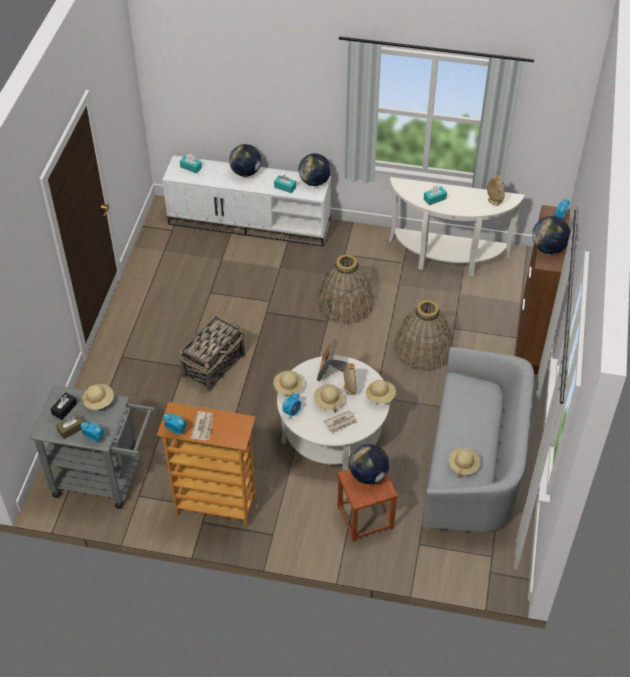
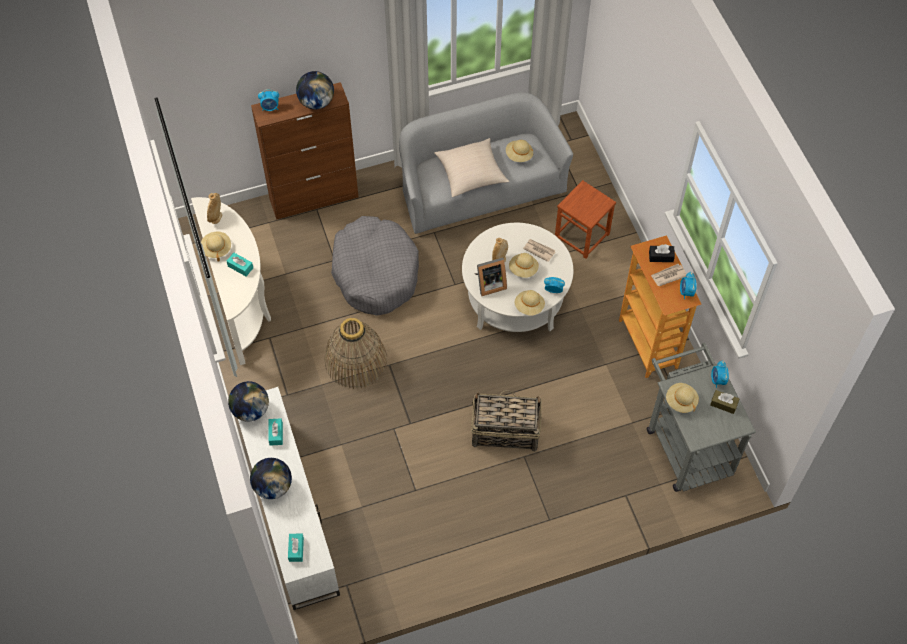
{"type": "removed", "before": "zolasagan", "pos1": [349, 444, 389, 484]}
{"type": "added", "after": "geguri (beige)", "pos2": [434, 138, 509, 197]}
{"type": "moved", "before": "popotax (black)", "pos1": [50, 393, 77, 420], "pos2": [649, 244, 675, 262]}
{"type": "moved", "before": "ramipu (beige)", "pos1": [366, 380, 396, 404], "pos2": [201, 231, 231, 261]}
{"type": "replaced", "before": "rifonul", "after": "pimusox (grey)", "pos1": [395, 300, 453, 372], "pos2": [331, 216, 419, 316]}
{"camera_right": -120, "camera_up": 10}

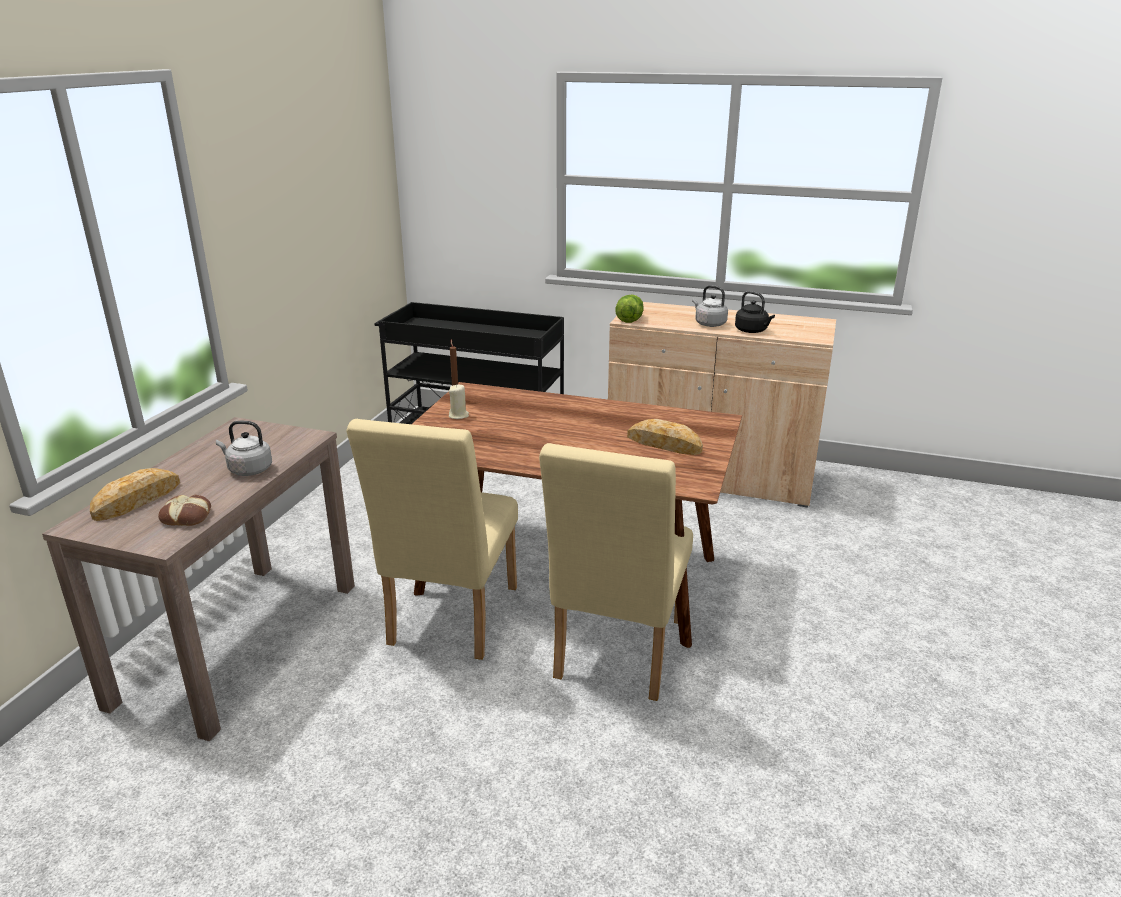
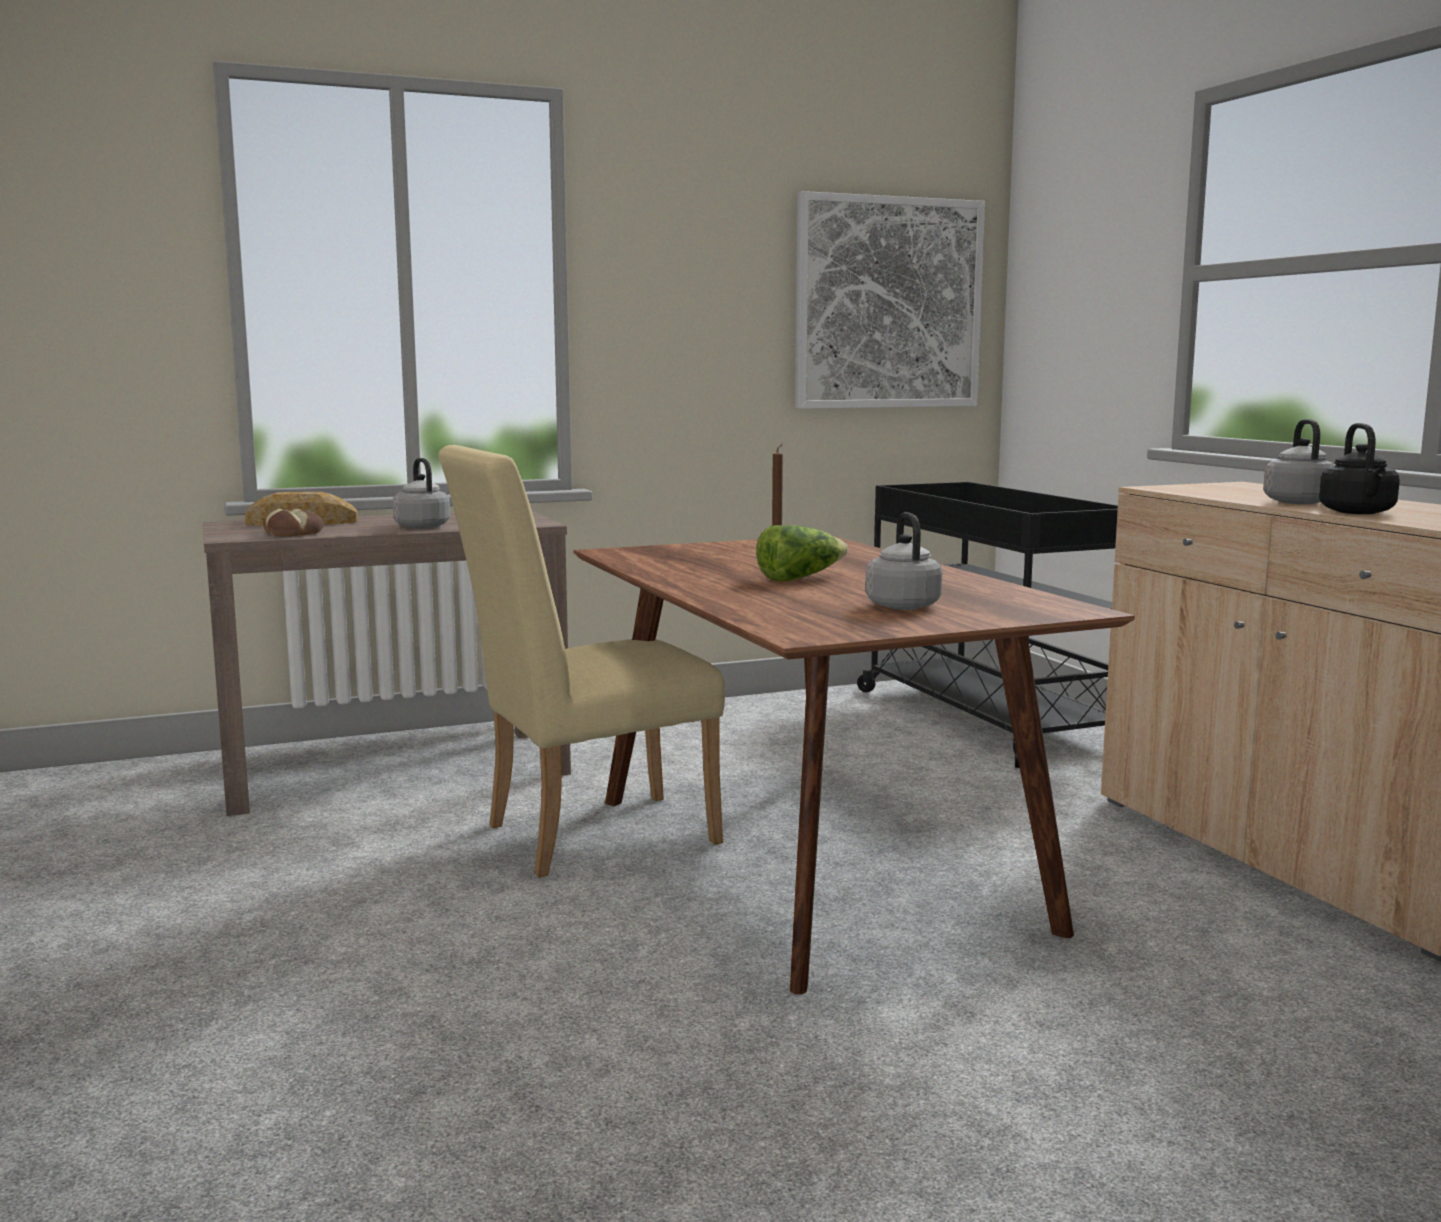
{"type": "removed", "before": "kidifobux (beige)", "pos1": [449, 385, 469, 419]}
{"type": "removed", "before": "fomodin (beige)", "pos1": [539, 443, 693, 701]}
{"type": "added", "after": "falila", "pos2": [795, 191, 985, 409]}
{"type": "moved", "before": "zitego", "pos1": [615, 295, 644, 323], "pos2": [756, 525, 848, 581]}
{"type": "replaced", "before": "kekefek", "after": "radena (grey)", "pos1": [627, 419, 703, 455], "pos2": [865, 512, 942, 610]}
{"camera_right": 50, "camera_up": -15}

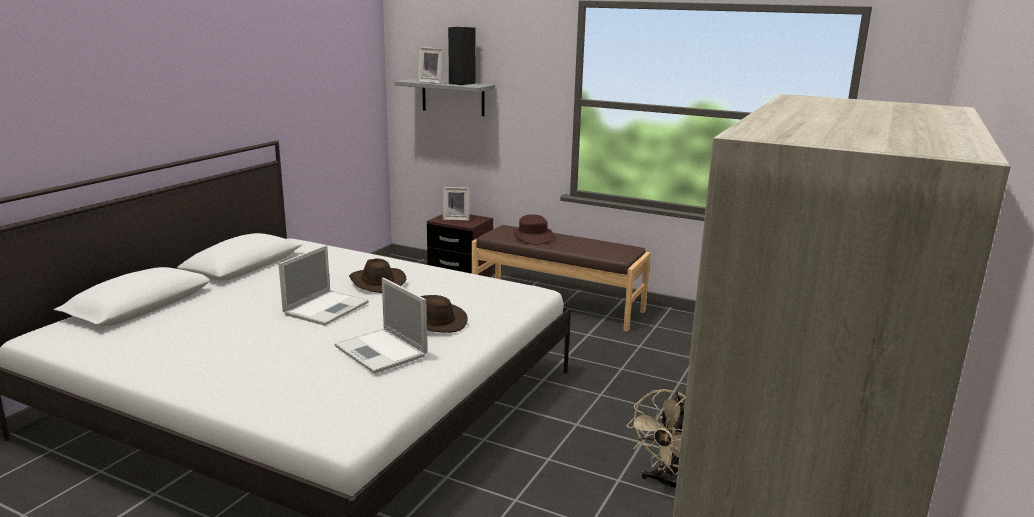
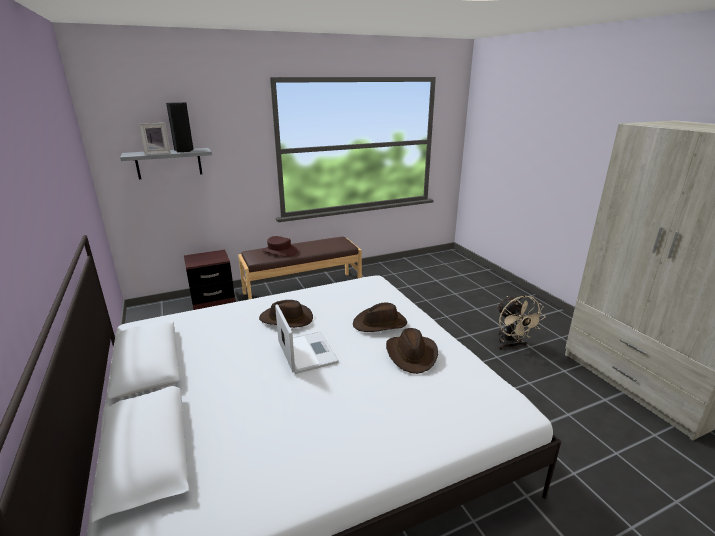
{"type": "removed", "before": "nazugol", "pos1": [443, 187, 470, 221]}
{"type": "replaced", "before": "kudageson", "after": "ramipu (brown)", "pos1": [335, 278, 427, 374], "pos2": [386, 328, 438, 374]}
{"camera_right": -50, "camera_up": 5}

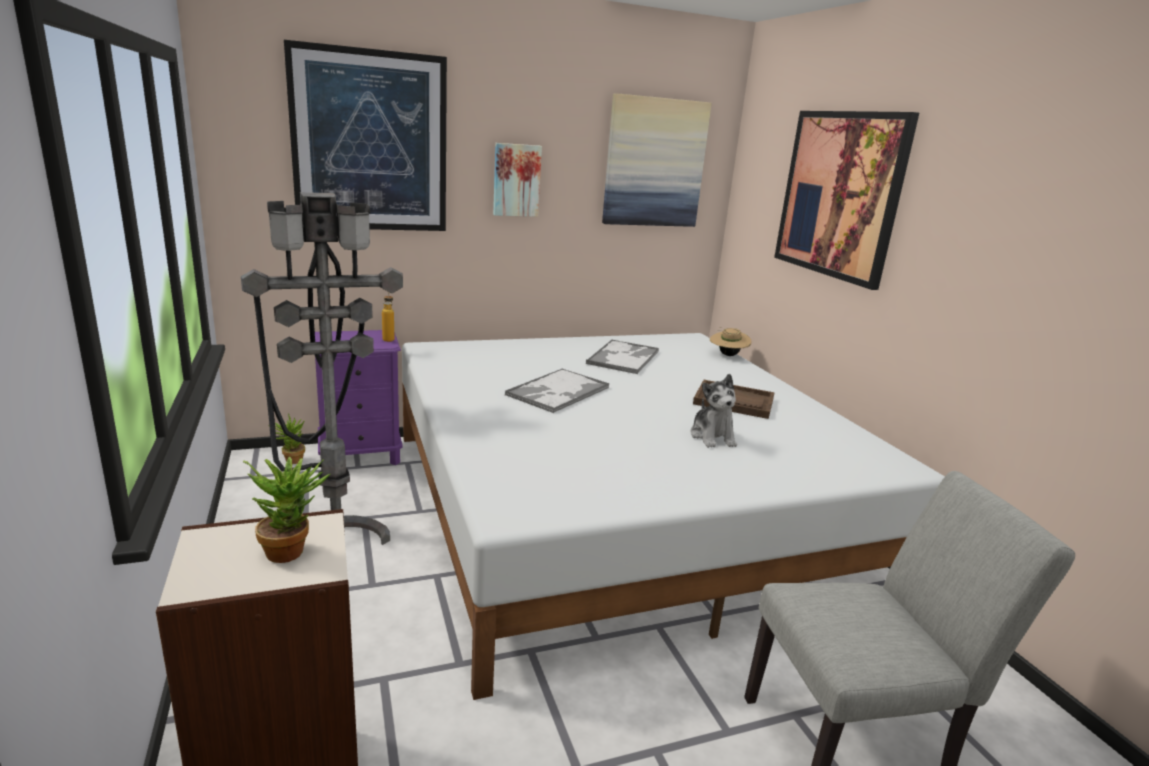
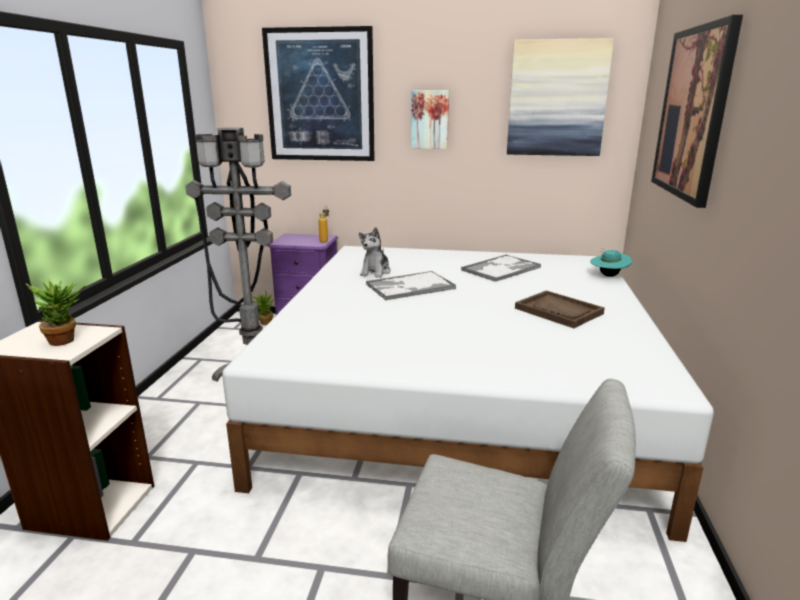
{"type": "moved", "before": "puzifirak", "pos1": [690, 374, 737, 448], "pos2": [359, 227, 391, 278]}
{"type": "recoloured", "before": "ramipu (beige)", "after": "ramipu (turquoise)", "pos1": [710, 327, 752, 356], "pos2": [590, 249, 632, 277]}
{"camera_right": 30, "camera_up": 0}

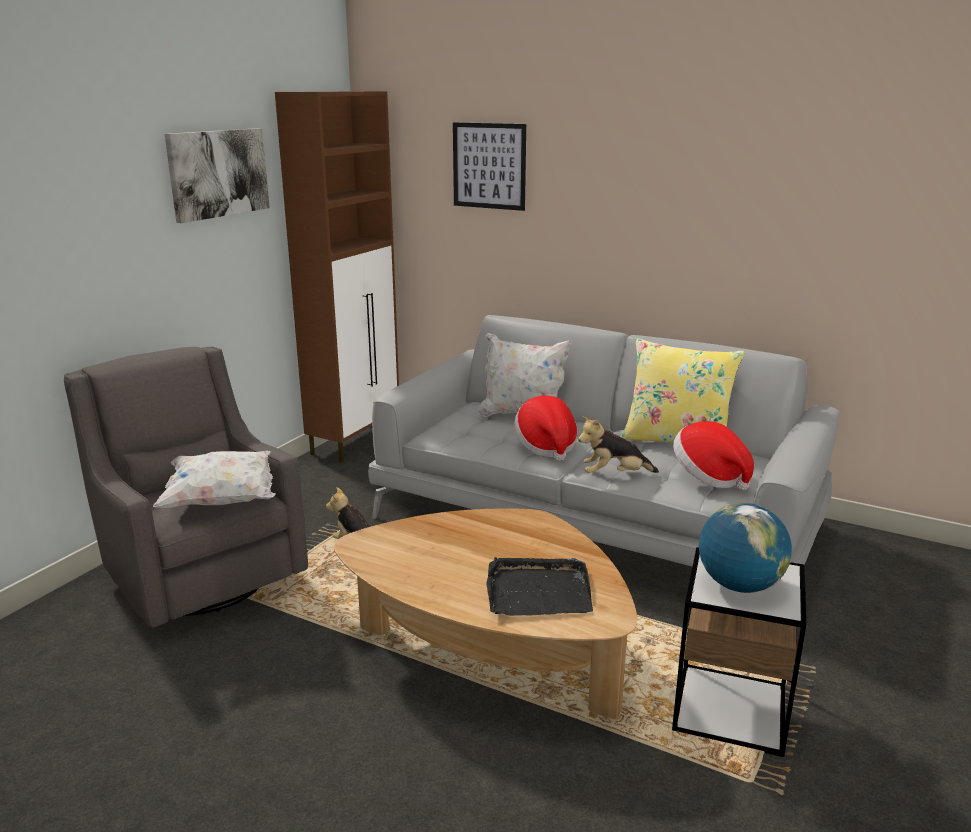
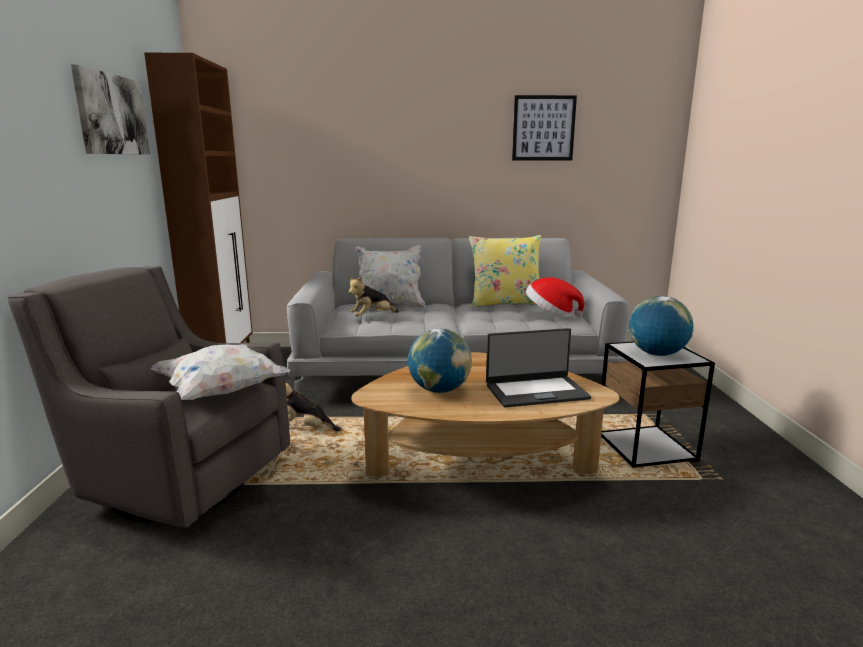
{"type": "removed", "before": "ramipu", "pos1": [514, 396, 578, 461]}
{"type": "added", "after": "zolasagan", "pos2": [408, 329, 472, 393]}
{"type": "moved", "before": "falila", "pos1": [453, 122, 526, 211], "pos2": [512, 95, 577, 161]}
{"type": "moved", "before": "puzifirak", "pos1": [578, 416, 659, 473], "pos2": [348, 276, 399, 316]}
{"type": "replaced", "before": "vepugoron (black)", "after": "kudageson", "pos1": [487, 557, 593, 616], "pos2": [486, 328, 591, 408]}
{"camera_right": -30, "camera_up": -5}

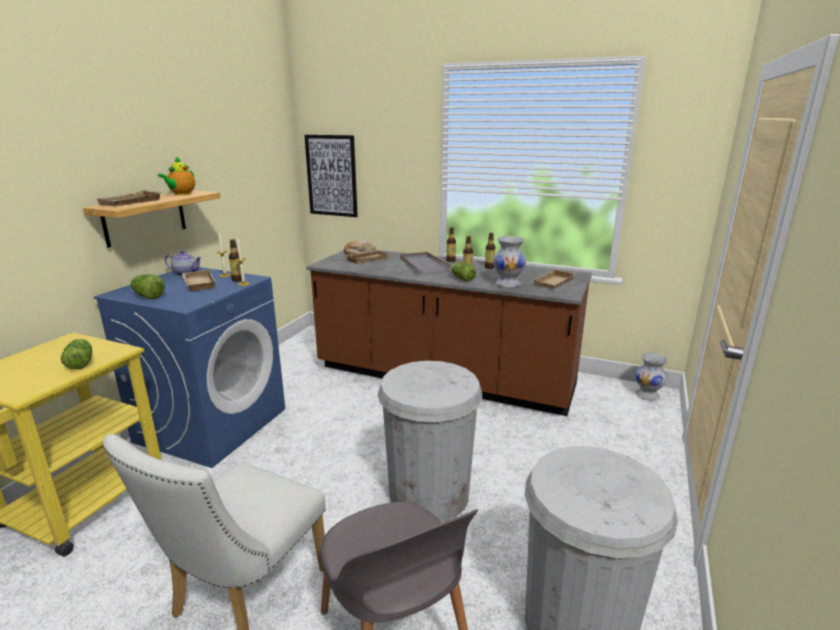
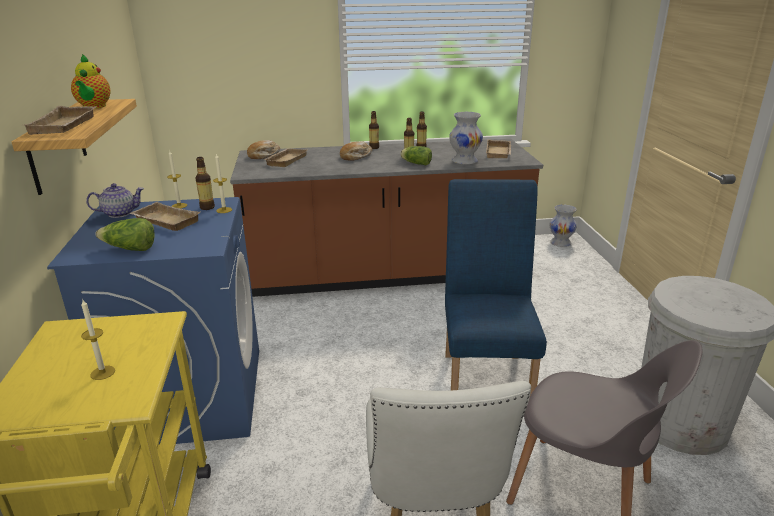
{"type": "removed", "before": "zitego", "pos1": [61, 339, 92, 370]}
{"type": "removed", "before": "falila", "pos1": [304, 135, 358, 217]}
{"type": "added", "after": "kidifobux", "pos2": [81, 300, 115, 380]}
{"type": "replaced", "before": "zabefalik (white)", "after": "fomodin (blue)", "pos1": [378, 361, 482, 522], "pos2": [445, 179, 547, 395]}
{"type": "replaced", "before": "vepugoron (grey)", "after": "kekefek", "pos1": [400, 252, 451, 274], "pos2": [340, 141, 372, 160]}
{"camera_right": -30, "camera_up": 5}

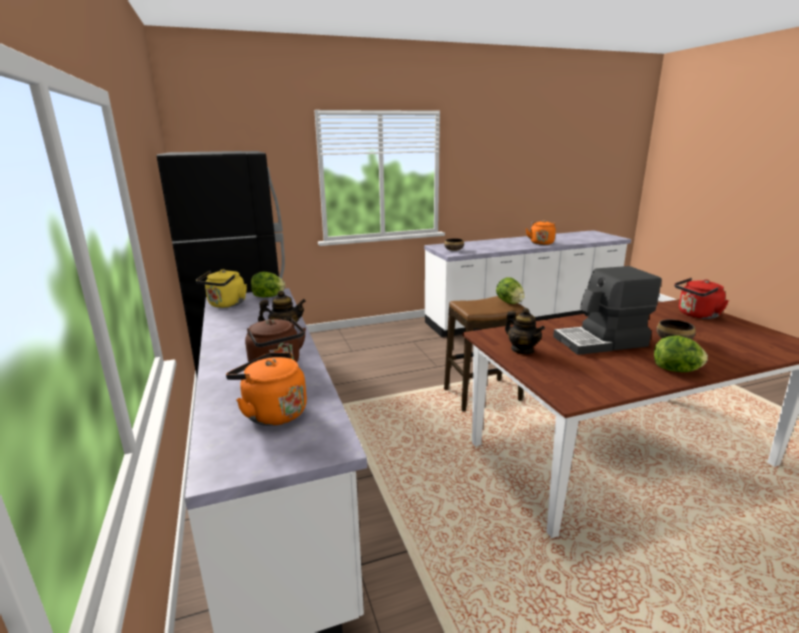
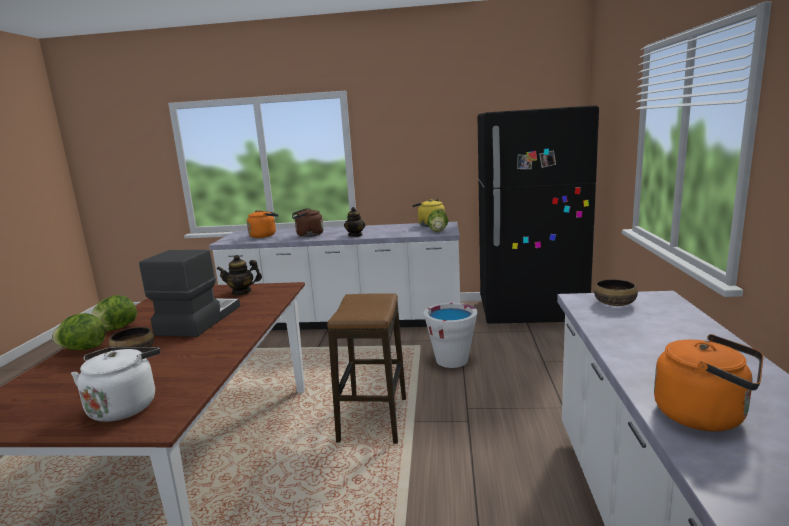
{"type": "added", "after": "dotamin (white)", "pos2": [424, 302, 477, 368]}
{"type": "moved", "before": "zitego", "pos1": [496, 277, 525, 304], "pos2": [52, 313, 105, 350]}
{"type": "recoloured", "before": "radena (red)", "after": "radena (white)", "pos1": [674, 278, 729, 319], "pos2": [71, 347, 160, 422]}
{"camera_right": 115, "camera_up": -5}

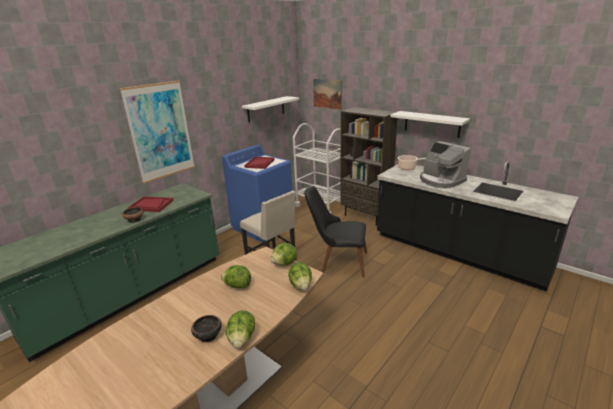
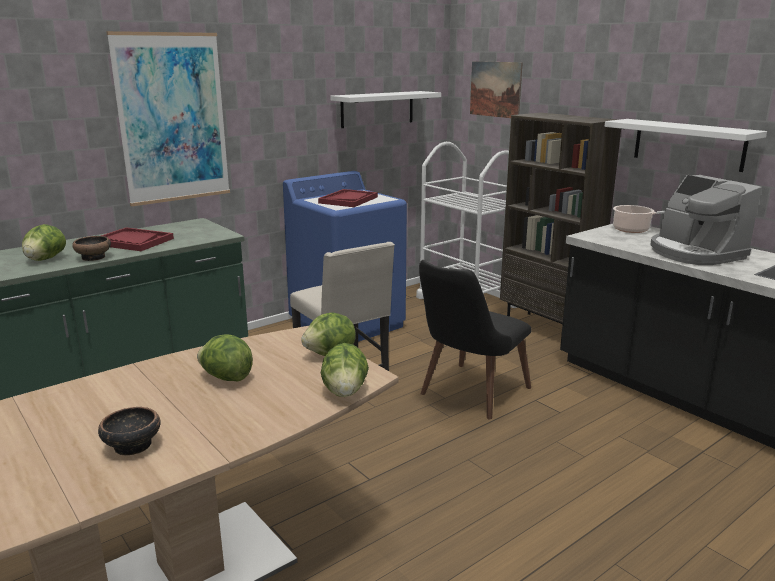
{"type": "moved", "before": "zitego", "pos1": [225, 310, 255, 348], "pos2": [22, 224, 66, 261]}
{"type": "turned", "before": "fomodin (black)", "pos1": [304, 186, 367, 277], "pos2": [419, 260, 532, 419], "turn": -75}
{"camera_right": 10, "camera_up": -5}

